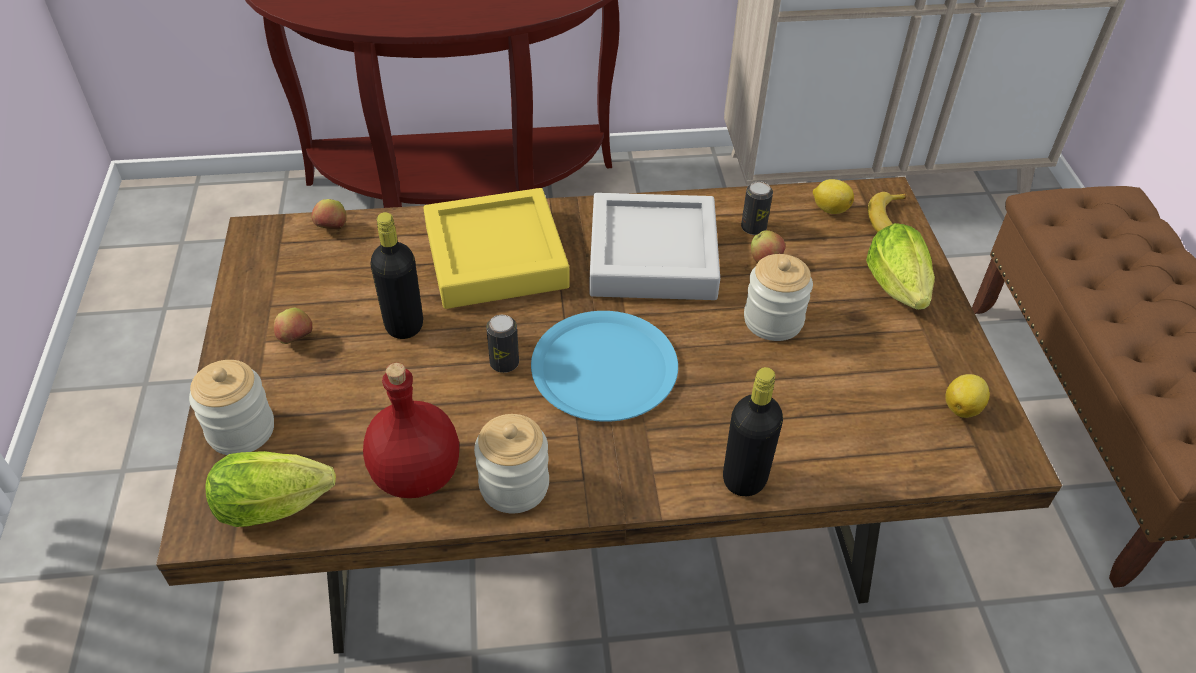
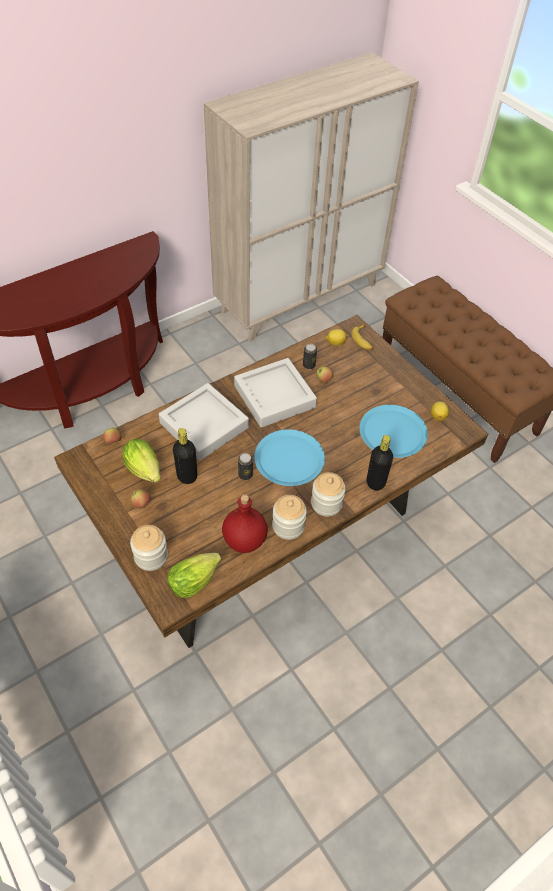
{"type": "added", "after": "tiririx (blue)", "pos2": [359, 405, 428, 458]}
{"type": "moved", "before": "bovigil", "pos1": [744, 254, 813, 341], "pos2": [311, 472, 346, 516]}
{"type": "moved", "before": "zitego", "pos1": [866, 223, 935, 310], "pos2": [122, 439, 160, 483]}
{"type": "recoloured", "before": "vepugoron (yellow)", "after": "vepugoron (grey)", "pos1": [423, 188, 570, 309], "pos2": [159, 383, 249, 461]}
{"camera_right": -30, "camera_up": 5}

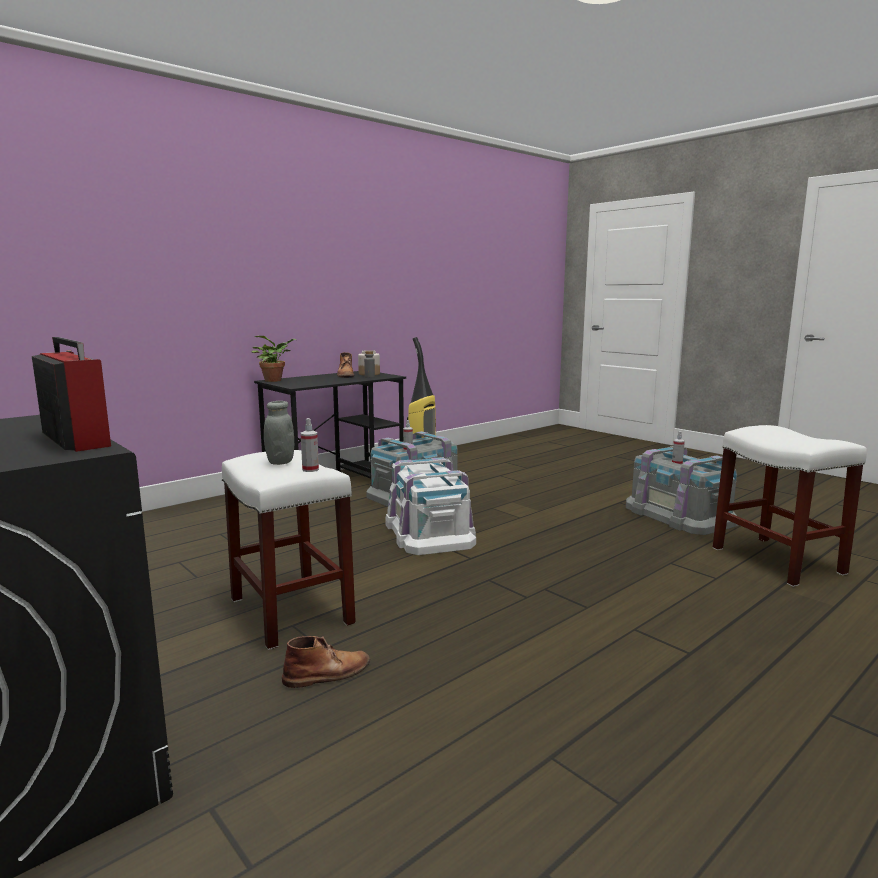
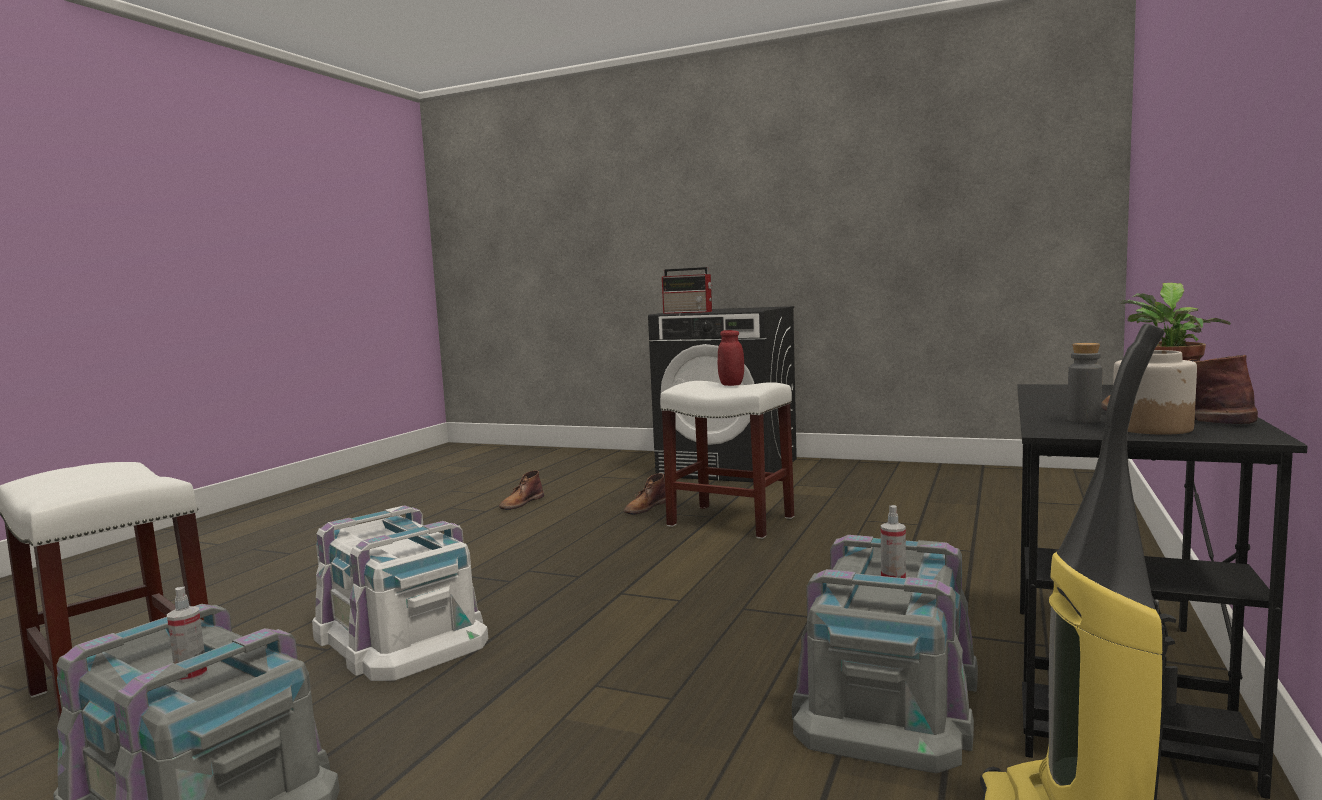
{"type": "removed", "before": "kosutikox", "pos1": [301, 418, 319, 472]}
{"type": "added", "after": "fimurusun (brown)", "pos2": [499, 470, 544, 510]}
{"type": "moved", "before": "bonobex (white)", "pos1": [385, 457, 476, 555], "pos2": [312, 505, 488, 681]}
{"type": "recoloured", "before": "bovigil (grey)", "after": "bovigil (red)", "pos1": [264, 401, 294, 465], "pos2": [718, 330, 744, 386]}
{"camera_right": 155, "camera_up": -5}

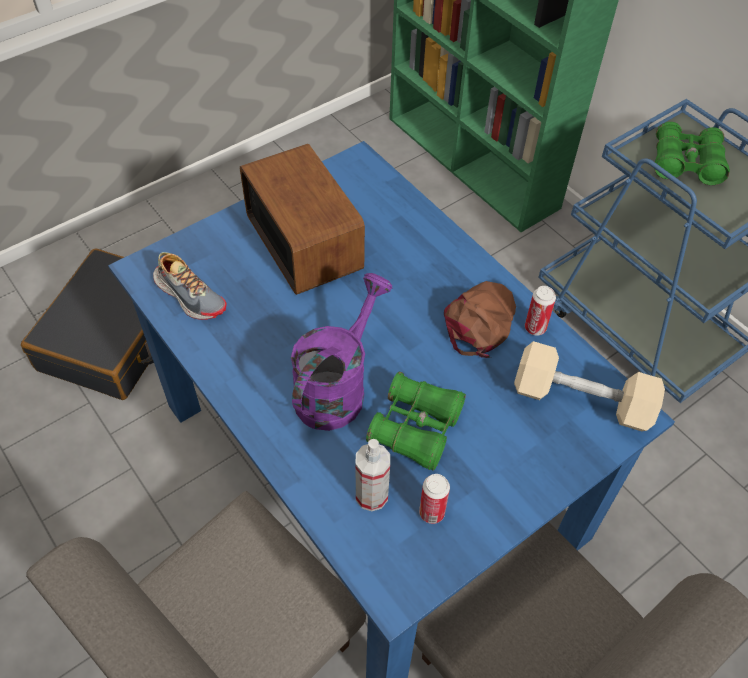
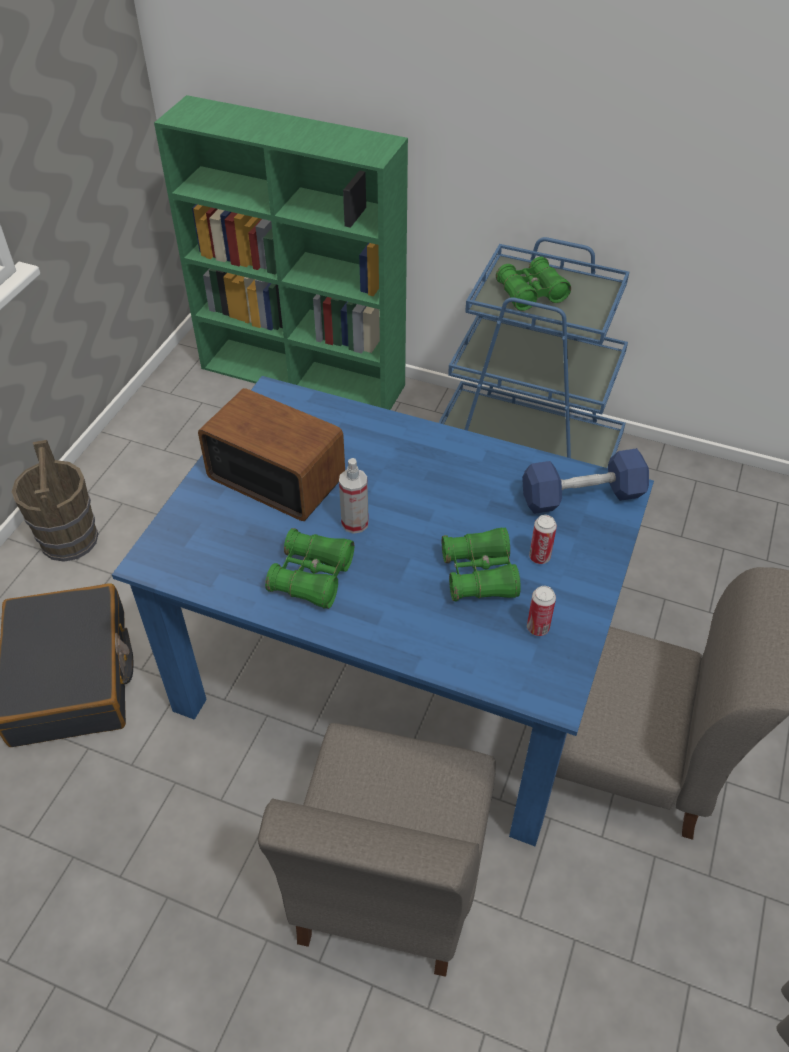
{"type": "removed", "before": "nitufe", "pos1": [153, 252, 227, 320]}
{"type": "removed", "before": "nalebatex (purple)", "pos1": [291, 273, 392, 431]}
{"type": "removed", "before": "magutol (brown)", "pos1": [444, 281, 516, 358]}
{"type": "added", "after": "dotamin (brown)", "pos2": [12, 440, 98, 562]}
{"type": "added", "after": "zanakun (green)", "pos2": [265, 528, 354, 609]}
{"type": "moved", "before": "kosutikox", "pos1": [356, 439, 390, 511], "pos2": [339, 458, 369, 534]}
{"type": "moved", "before": "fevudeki", "pos1": [525, 286, 556, 336], "pos2": [529, 515, 557, 564]}
{"type": "recoloured", "before": "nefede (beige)", "after": "nefede (blue)", "pos1": [514, 341, 665, 431], "pos2": [522, 448, 649, 514]}
{"camera_right": -30, "camera_up": -5}

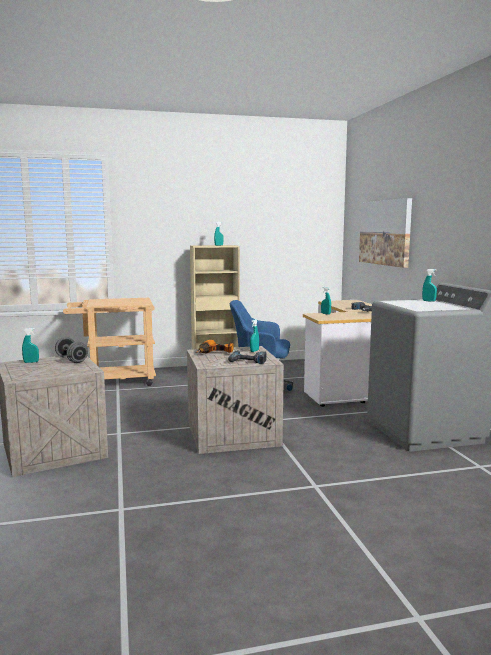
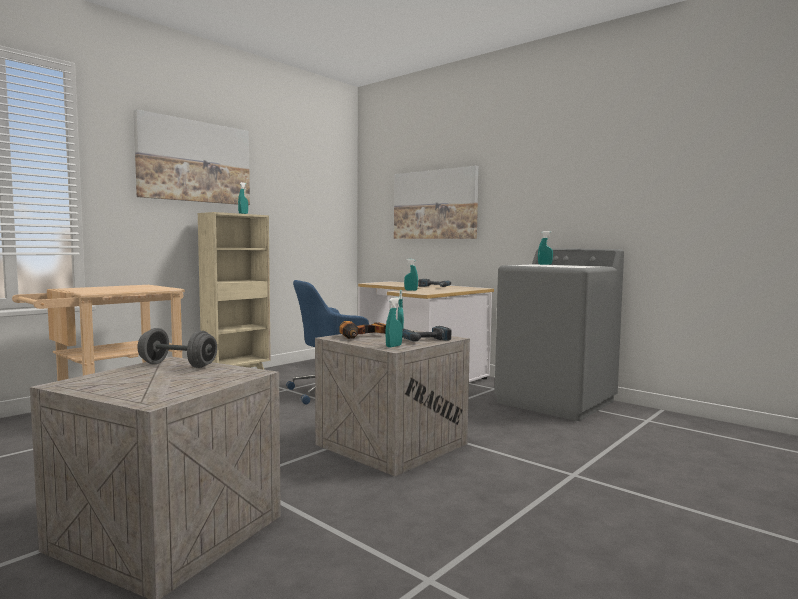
{"type": "added", "after": "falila", "pos2": [134, 109, 250, 205]}
{"type": "moved", "before": "kosutikox (turquoise)", "pos1": [22, 328, 39, 363], "pos2": [386, 297, 403, 347]}
{"camera_right": -35, "camera_up": -5}

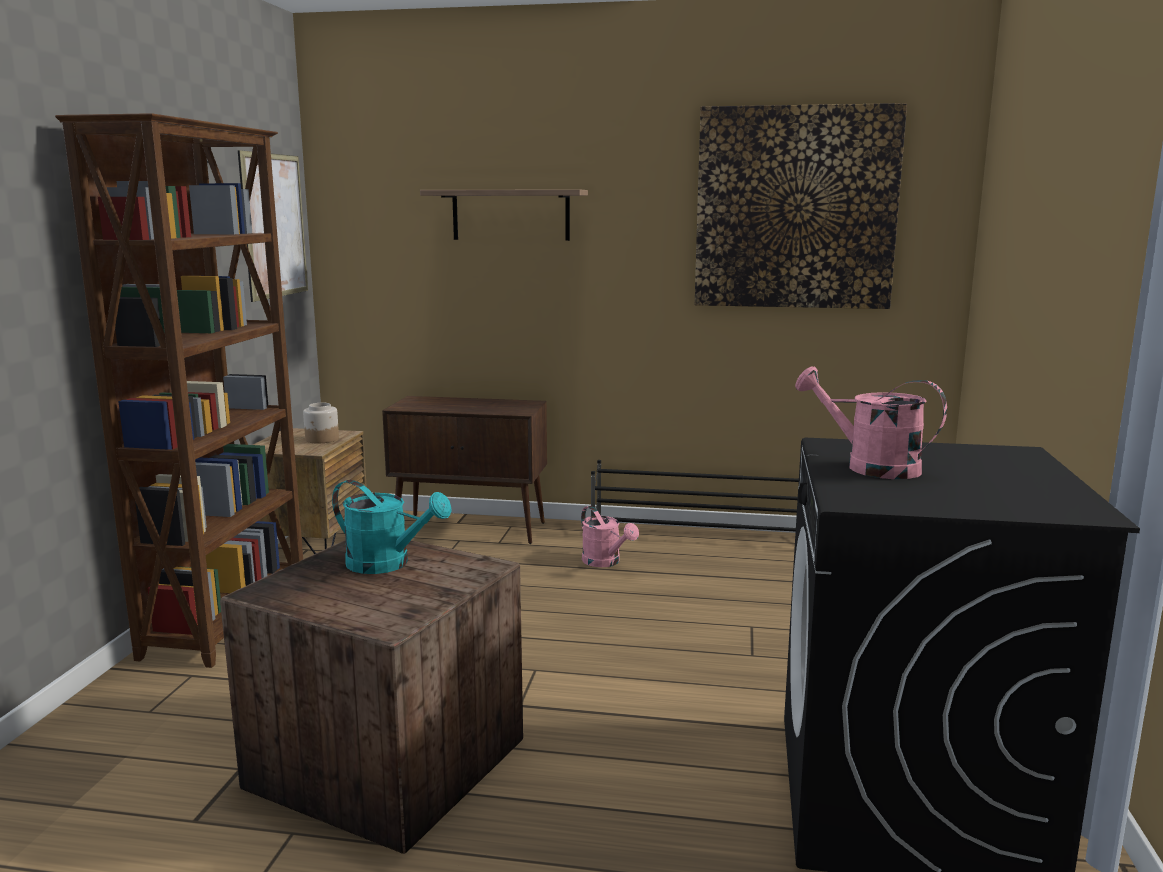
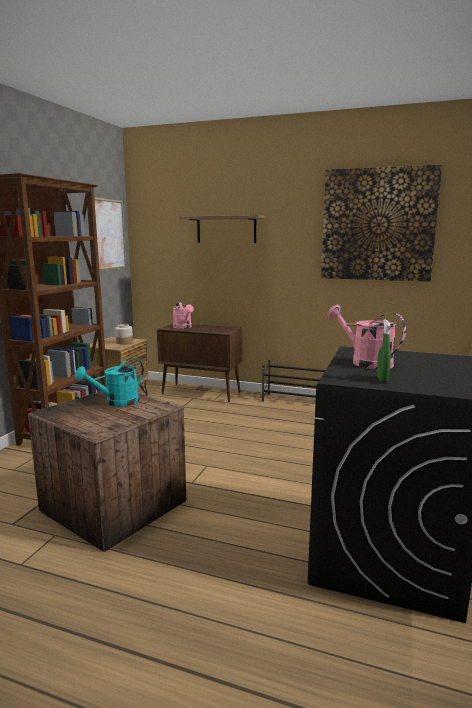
{"type": "added", "after": "kosutikox (green)", "pos2": [377, 319, 391, 382]}
{"type": "moved", "before": "nalebatex (pink)", "pos1": [581, 506, 639, 567], "pos2": [173, 301, 194, 329]}
{"type": "turned", "before": "nalebatex (turquoise)", "pos1": [332, 480, 452, 574], "pos2": [75, 357, 144, 407], "turn": 105}
{"camera_right": 10, "camera_up": 0}

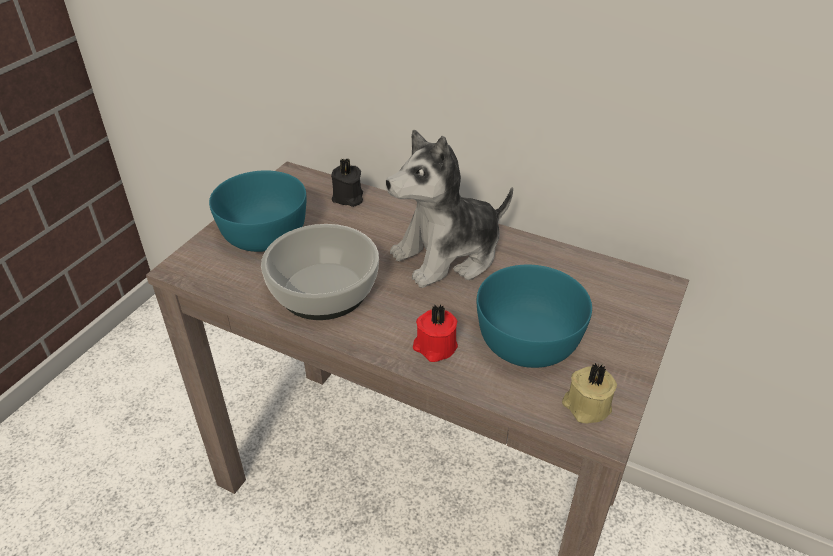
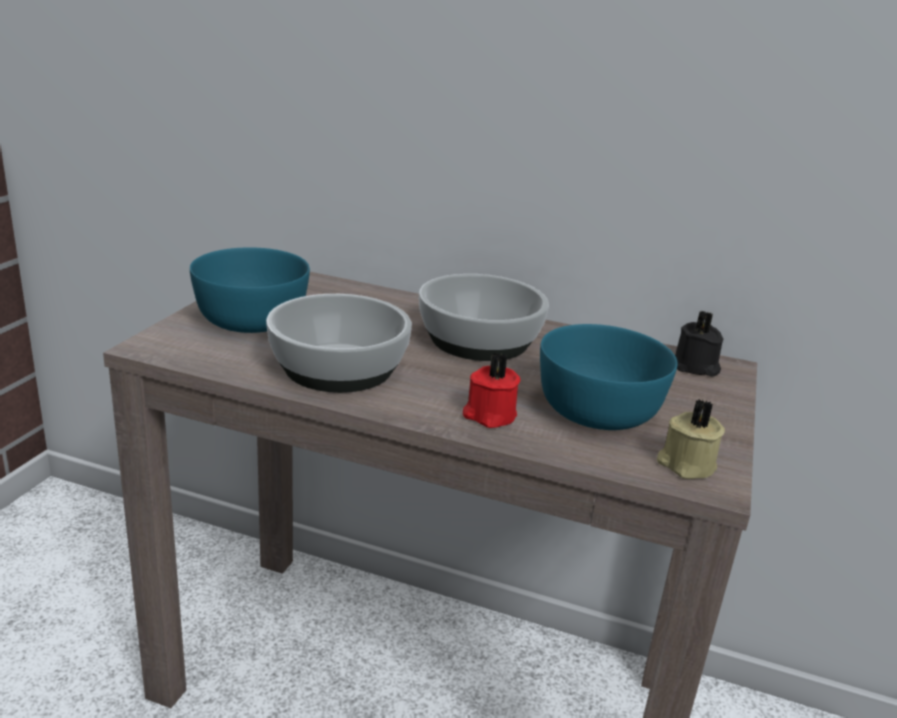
{"type": "moved", "before": "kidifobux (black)", "pos1": [331, 158, 363, 207], "pos2": [675, 311, 724, 377]}
{"type": "replaced", "before": "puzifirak", "after": "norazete", "pos1": [386, 130, 513, 288], "pos2": [419, 274, 549, 361]}
{"camera_right": -10, "camera_up": -15}

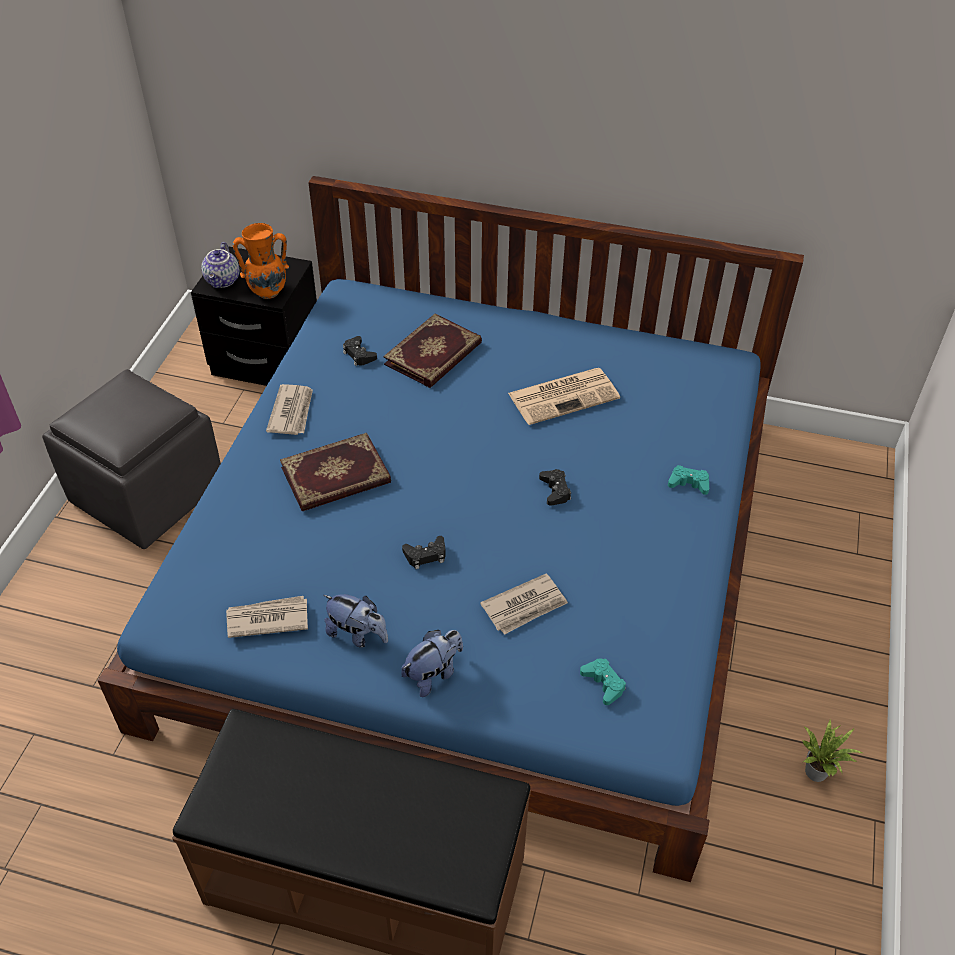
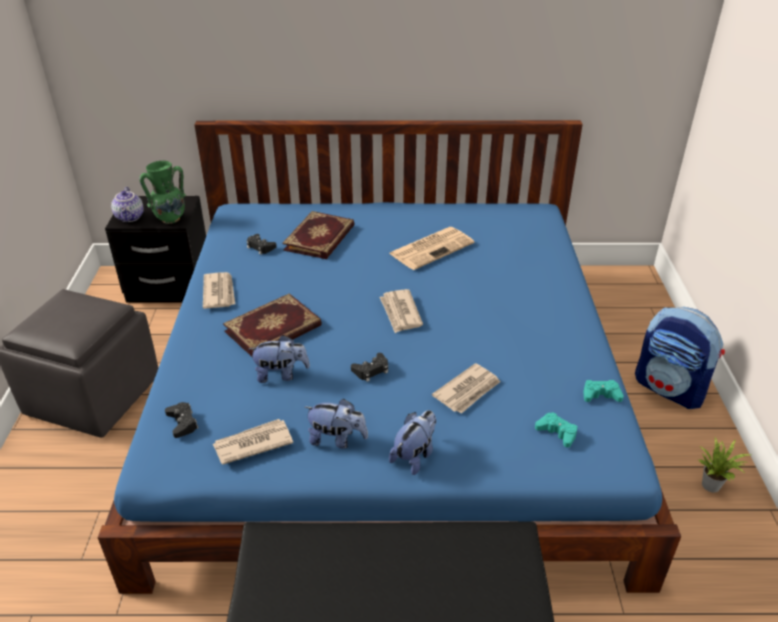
{"type": "added", "after": "puzifirak", "pos2": [249, 335, 310, 383]}
{"type": "added", "after": "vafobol", "pos2": [380, 289, 423, 333]}
{"type": "added", "after": "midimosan", "pos2": [635, 307, 725, 409]}
{"type": "moved", "before": "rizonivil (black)", "pos1": [539, 469, 571, 506], "pos2": [165, 402, 198, 438]}
{"type": "moved", "before": "rizonivil (turquoise)", "pos1": [668, 465, 709, 495], "pos2": [583, 380, 624, 402]}
{"type": "recoloured", "before": "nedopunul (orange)", "after": "nedopunul (green)", "pos1": [233, 223, 289, 299], "pos2": [139, 161, 187, 224]}
{"camera_right": -15, "camera_up": -10}

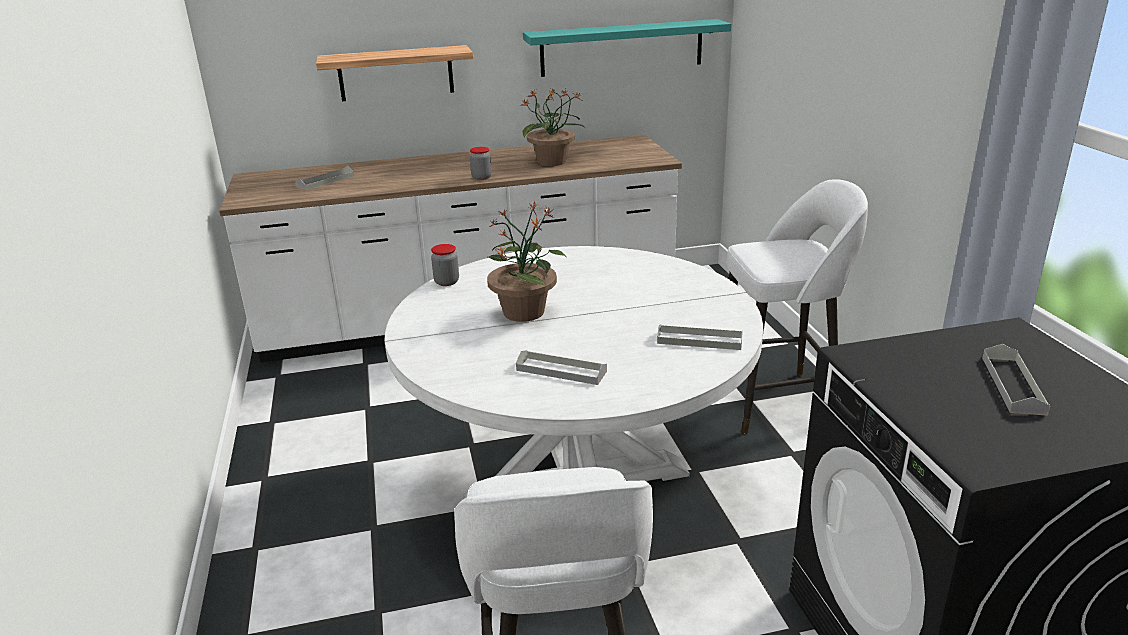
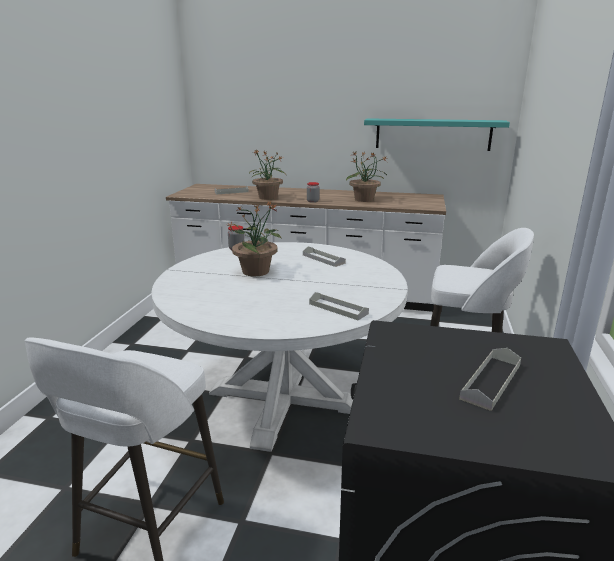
{"type": "removed", "before": "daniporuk", "pos1": [316, 45, 473, 101]}
{"type": "added", "after": "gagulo", "pos2": [249, 150, 285, 200]}
{"type": "moved", "before": "vepugoron (grey)", "pos1": [516, 350, 607, 385], "pos2": [303, 246, 346, 267]}
{"camera_right": 25, "camera_up": -5}

